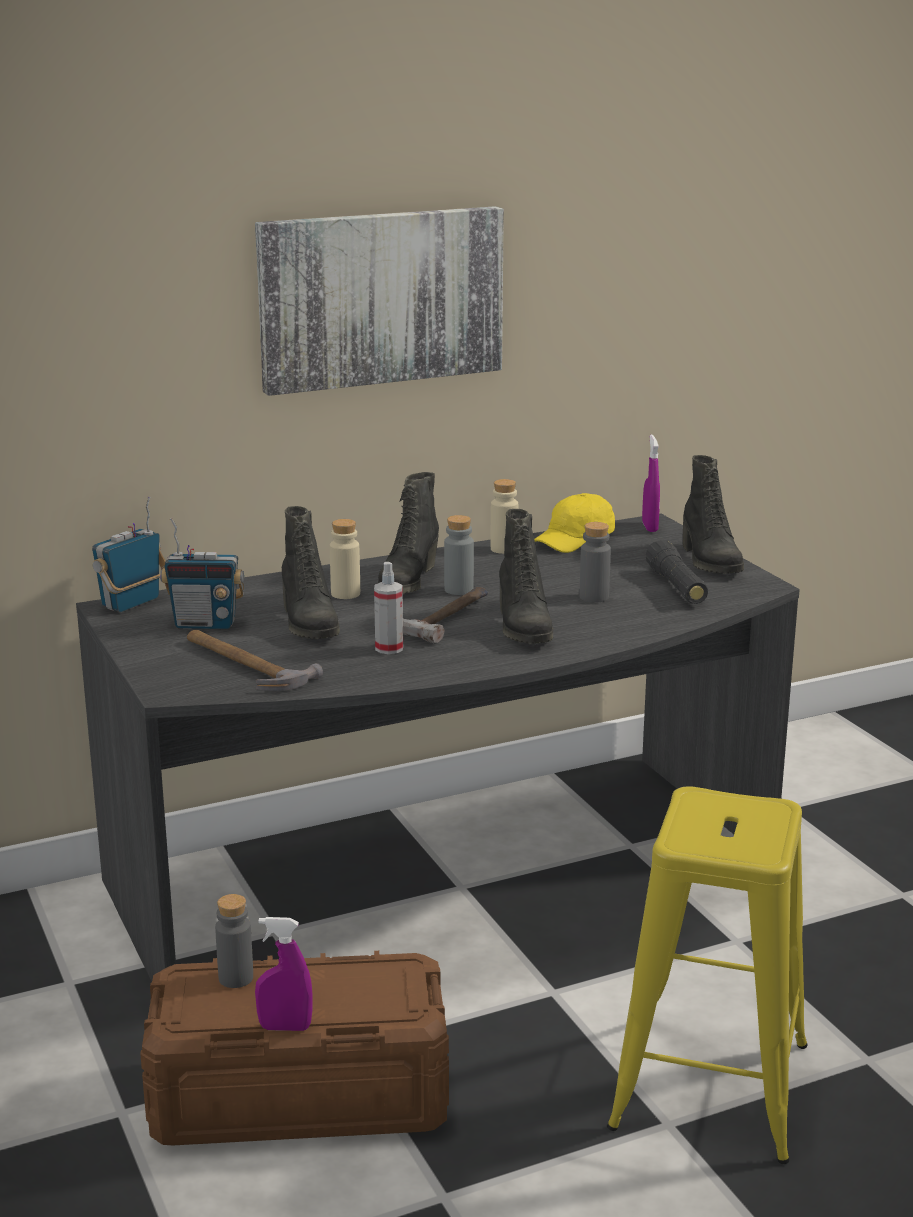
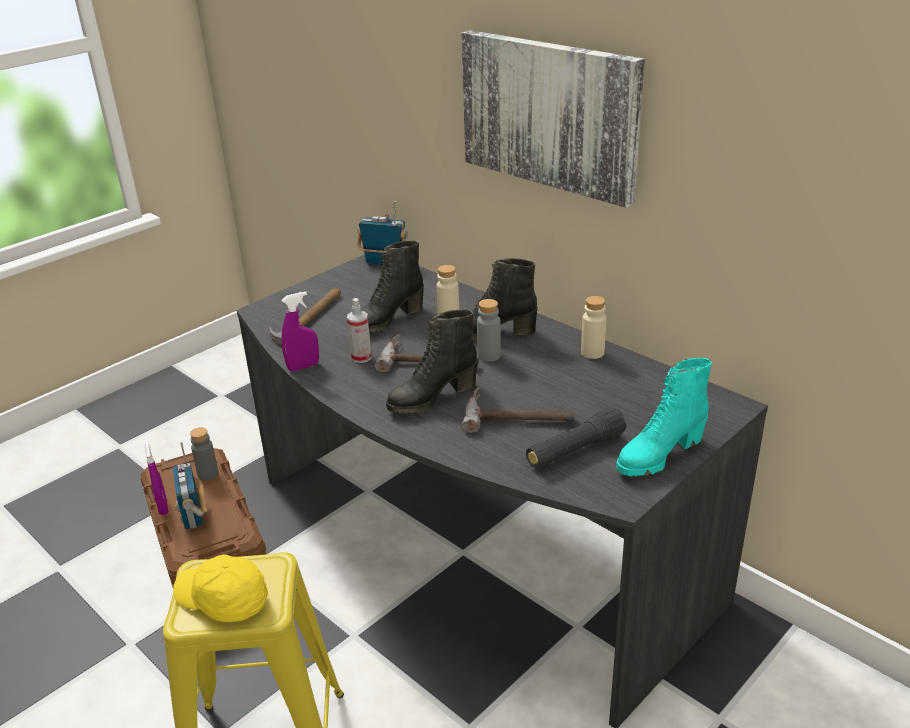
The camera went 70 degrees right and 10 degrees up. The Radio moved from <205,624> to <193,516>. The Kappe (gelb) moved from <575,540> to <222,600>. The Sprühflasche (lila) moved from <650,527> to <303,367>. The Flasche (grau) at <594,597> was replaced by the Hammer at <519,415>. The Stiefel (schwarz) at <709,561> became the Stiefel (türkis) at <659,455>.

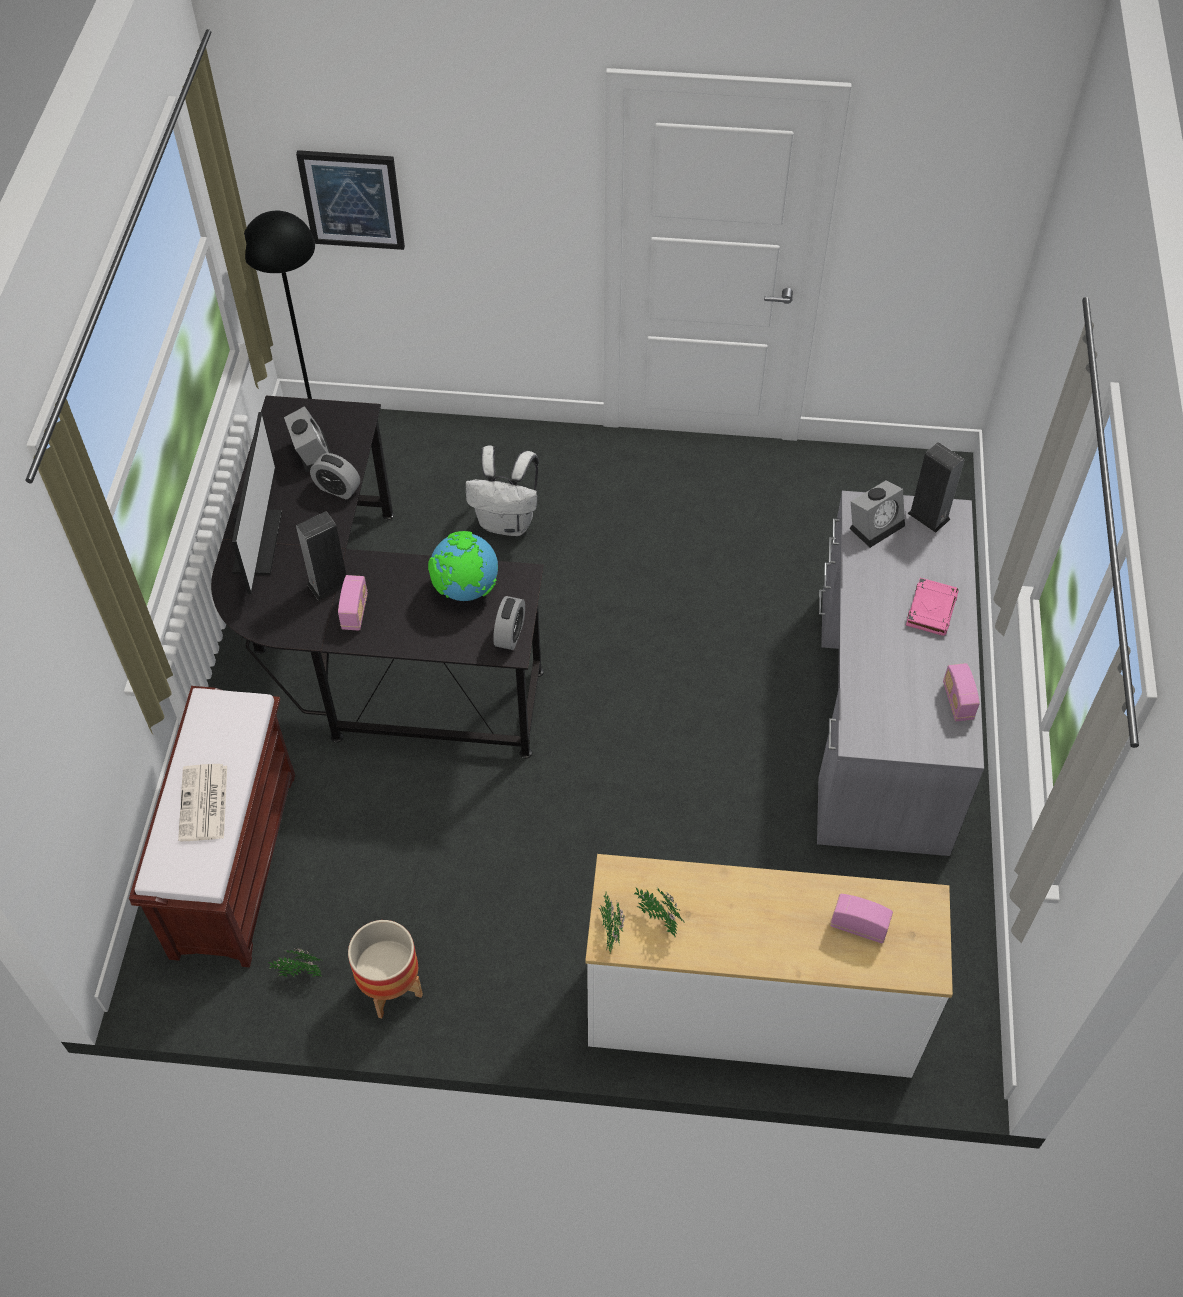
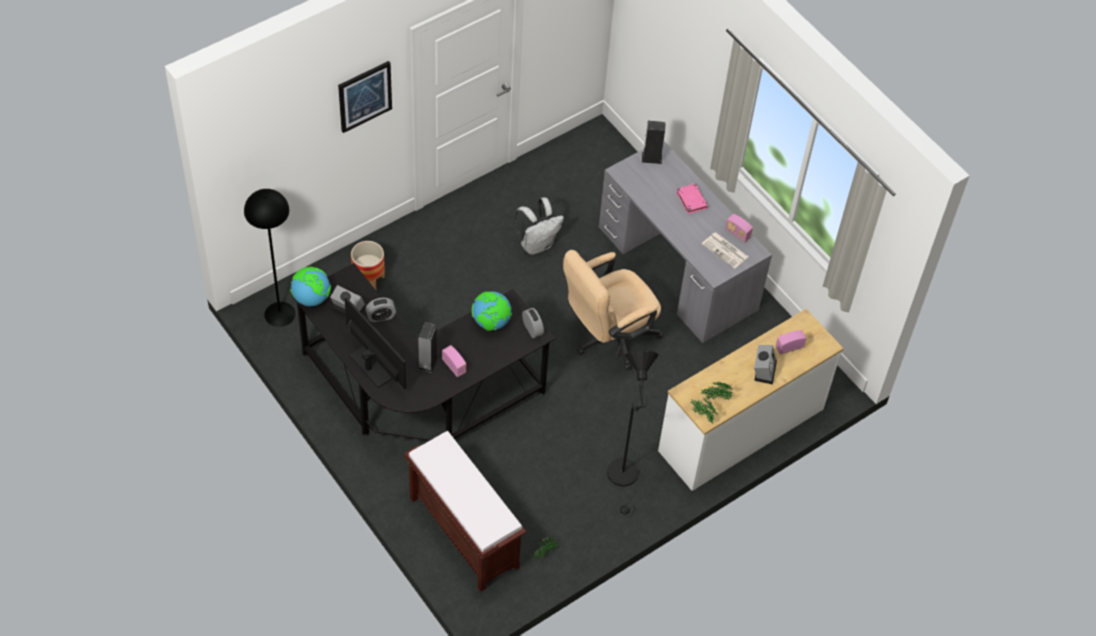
The camera went 45 degrees left and 0 degrees up. The Globus at <311,298> appeared. The Bürostuhl (beige) at <608,338> appeared. The Stehlampe (schwarz) at <624,478> appeared. The Zeitung moved from <204,804> to <725,251>. The Bild moved from <352,199> to <364,96>. The Pflanzkübel moved from <390,987> to <368,281>. The Rucksack (weiß) moved from <507,522> to <537,244>. The Wecker moved from <876,524> to <764,369>.

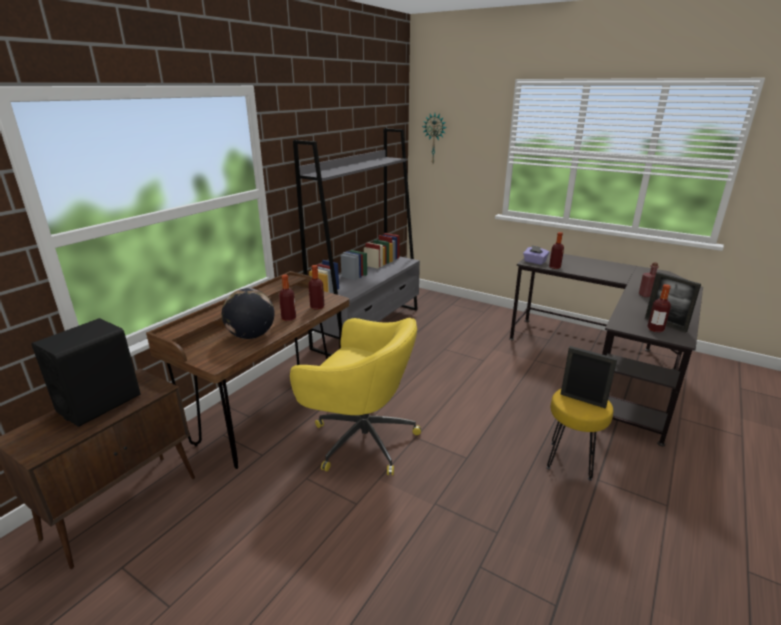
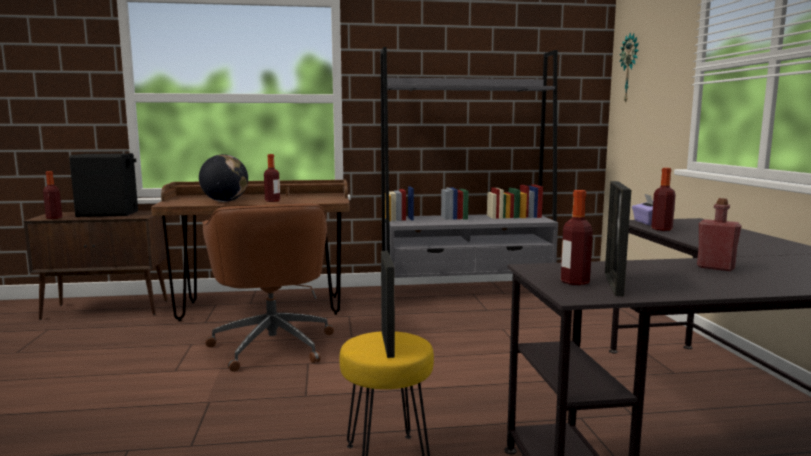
The camera went 50 degrees right and 15 degrees down. The Flasche moved from <317,307> to <54,218>. The Bürostuhl (gelb) at <361,439> became the Bürostuhl (braun) at <272,344>.

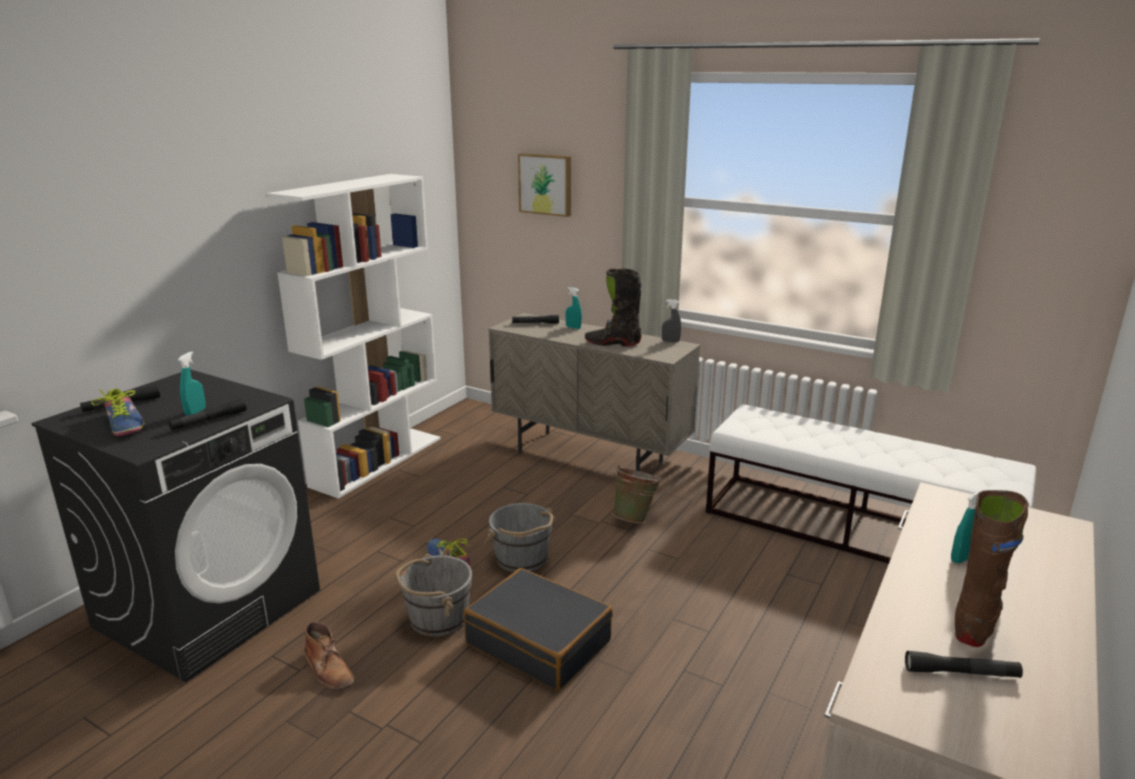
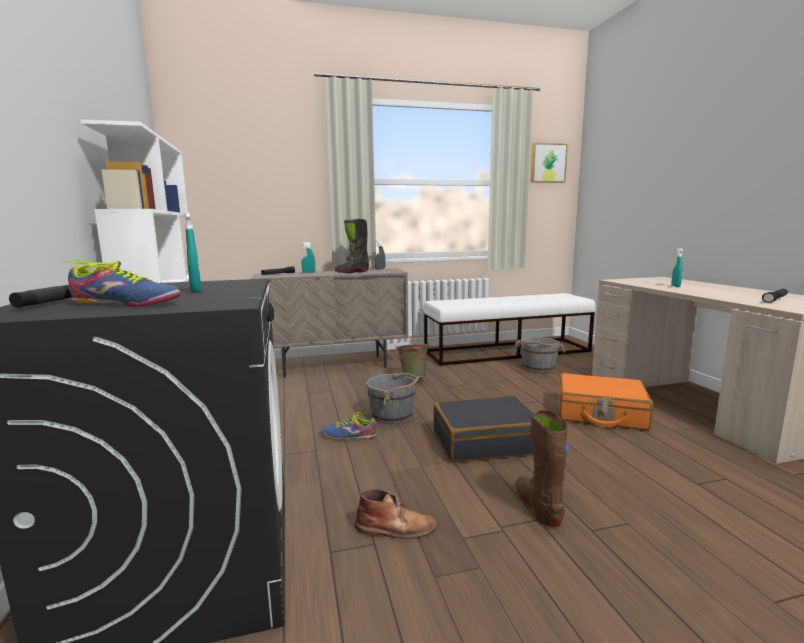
The camera went 45 degrees left and 10 degrees down. The Taschenlampe (schwarz) at <209,421> disappeared. The Koffer (orange) at <600,413> appeared. The Eimer (grau) moved from <437,618> to <538,368>. The Bild moved from <546,184> to <547,163>. The Stiefel (braun) moved from <976,620> to <538,506>.

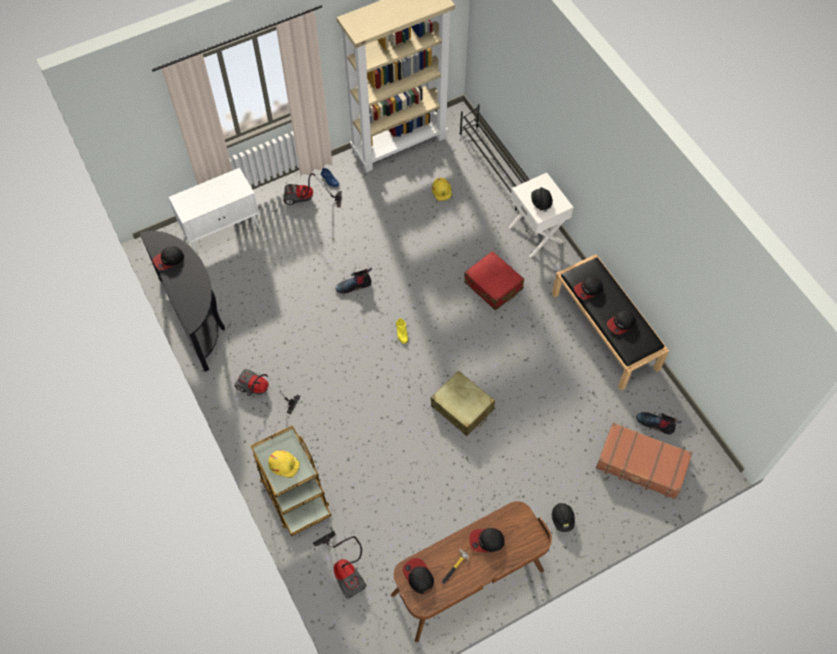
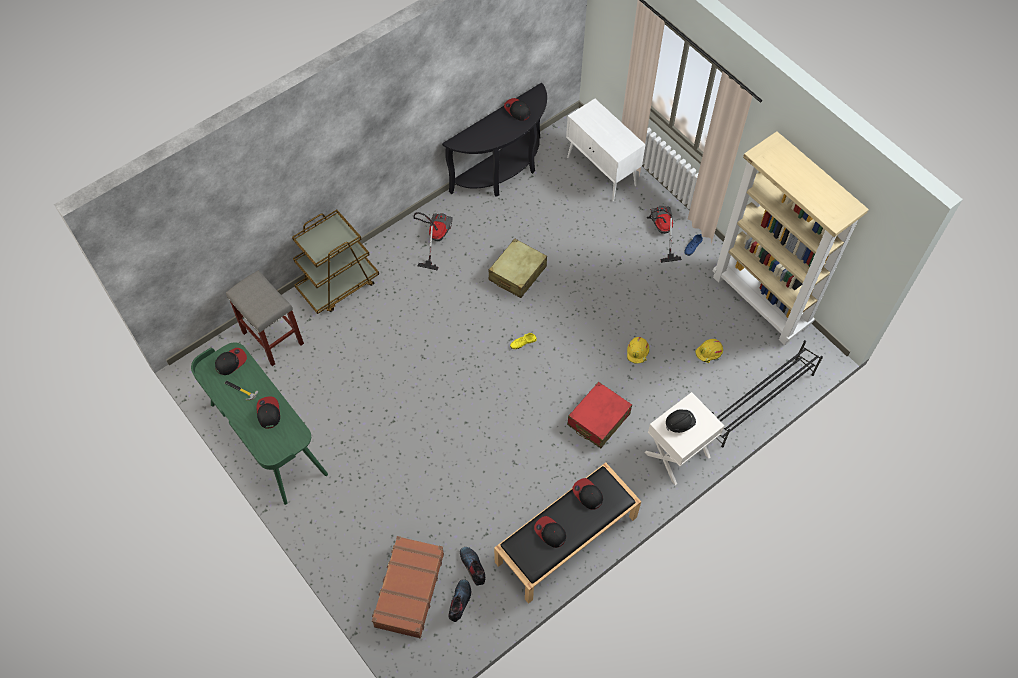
The camera went 80 degrees right and 0 degrees up. The Schutzhelm (schwarz) at <562,519> disappeared. The Schutzhelm (gelb) moved from <284,464> to <638,352>. The Stiefel moved from <354,285> to <473,567>. The Koffer (beige) moved from <462,407> to <517,273>. The Staubsauger at <345,570> was replaced by the Hocker (grau) at <272,338>. The Schreibtisch (braun) at <468,584> became the Schreibtisch (grün) at <267,439>.

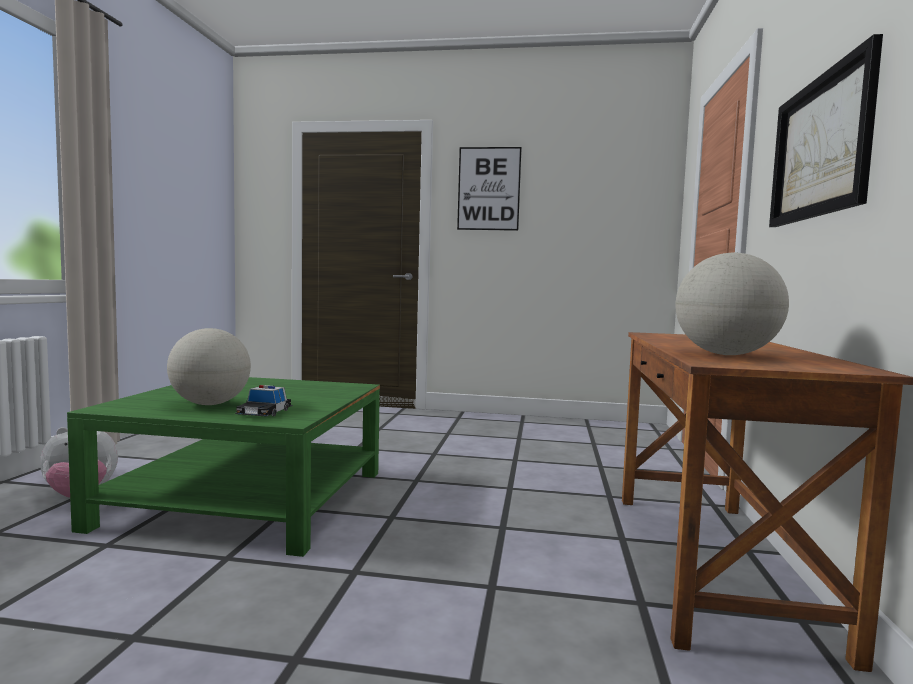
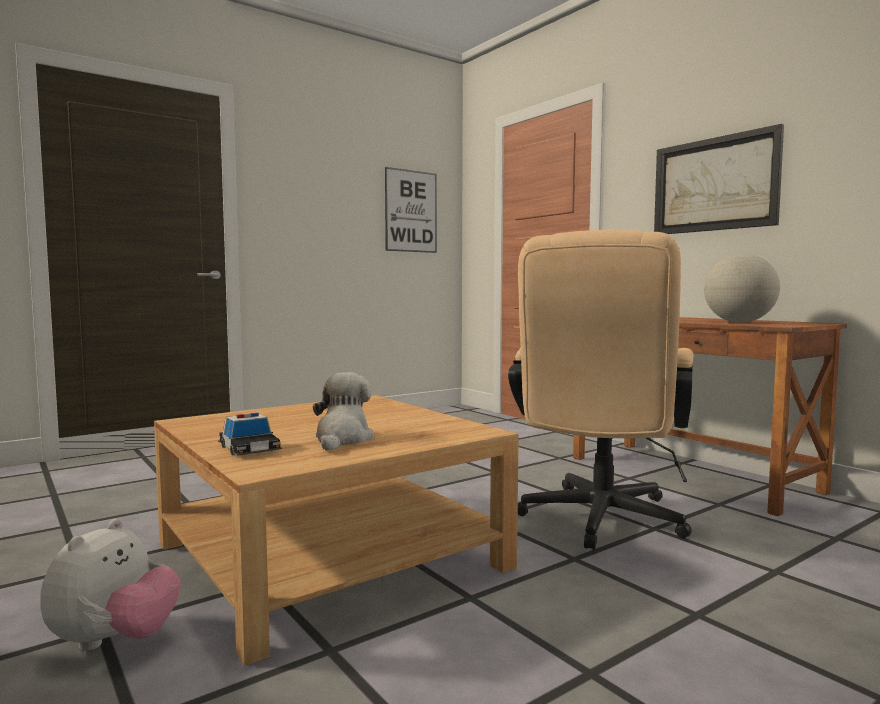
The camera went 45 degrees left and 0 degrees up. The Bürostuhl (beige) at <598,522> appeared. The Spielzeugauto moved from <264,412> to <249,448>. The Bild moved from <489,189> to <411,211>. The Globus at <210,404> was replaced by the Plüschtier at <342,439>. The Couchtisch (grün) at <247,498> became the Couchtisch (beige) at <330,555>.

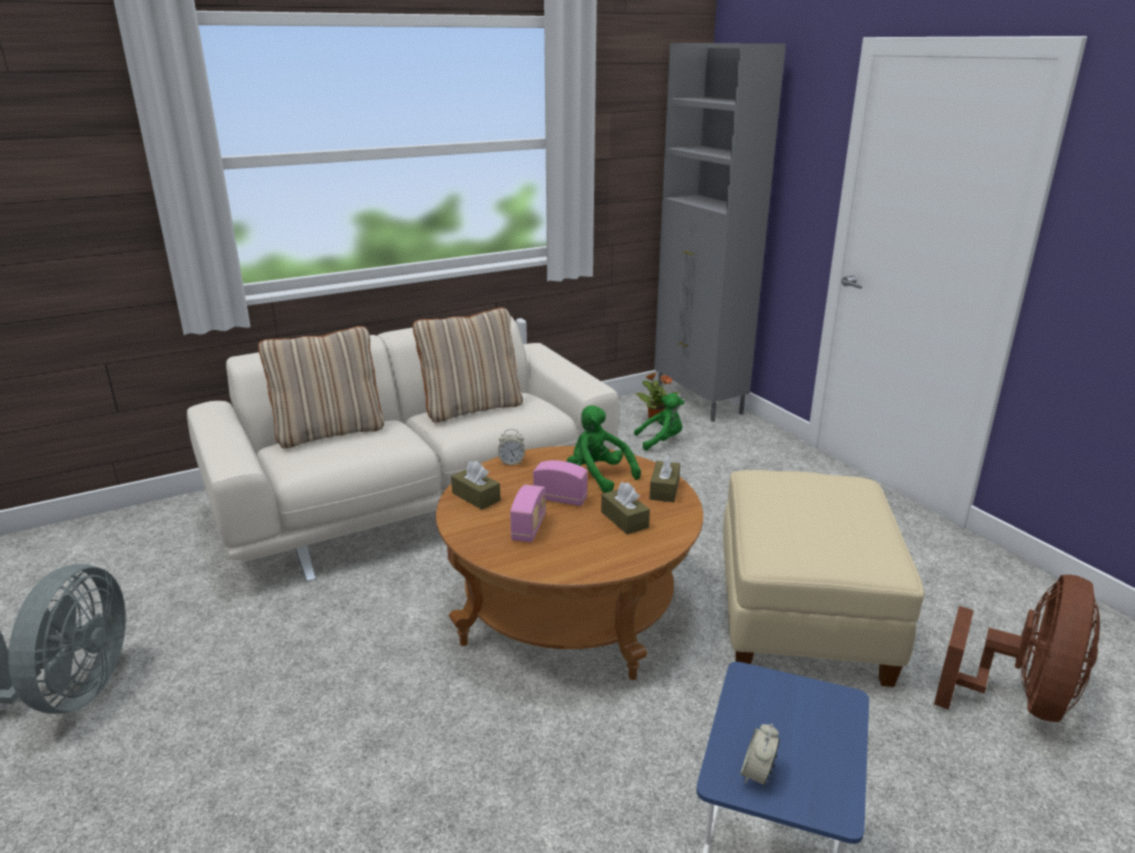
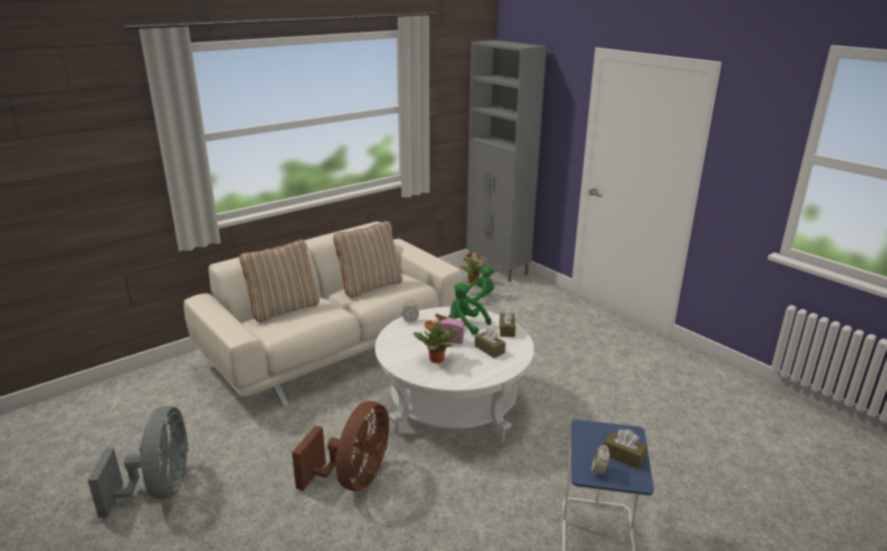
The camera went 10 degrees left and 0 degrees up. The Polsterhocker (beige) at <800,616> disappeared. The Taschentuchbox (braun) moved from <476,497> to <623,456>. The Ventilator (braun) moved from <1019,699> to <354,478>. The Radio at <529,528> was replaced by the Topfpflanze at <436,359>. The Couchtisch (braun) at <569,607> became the Couchtisch (weiß) at <453,405>.

